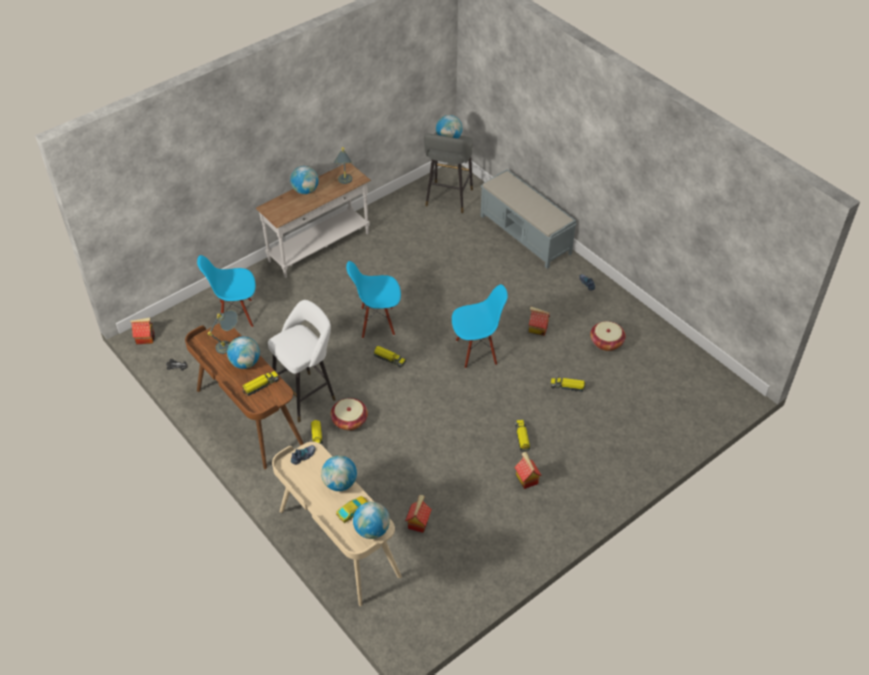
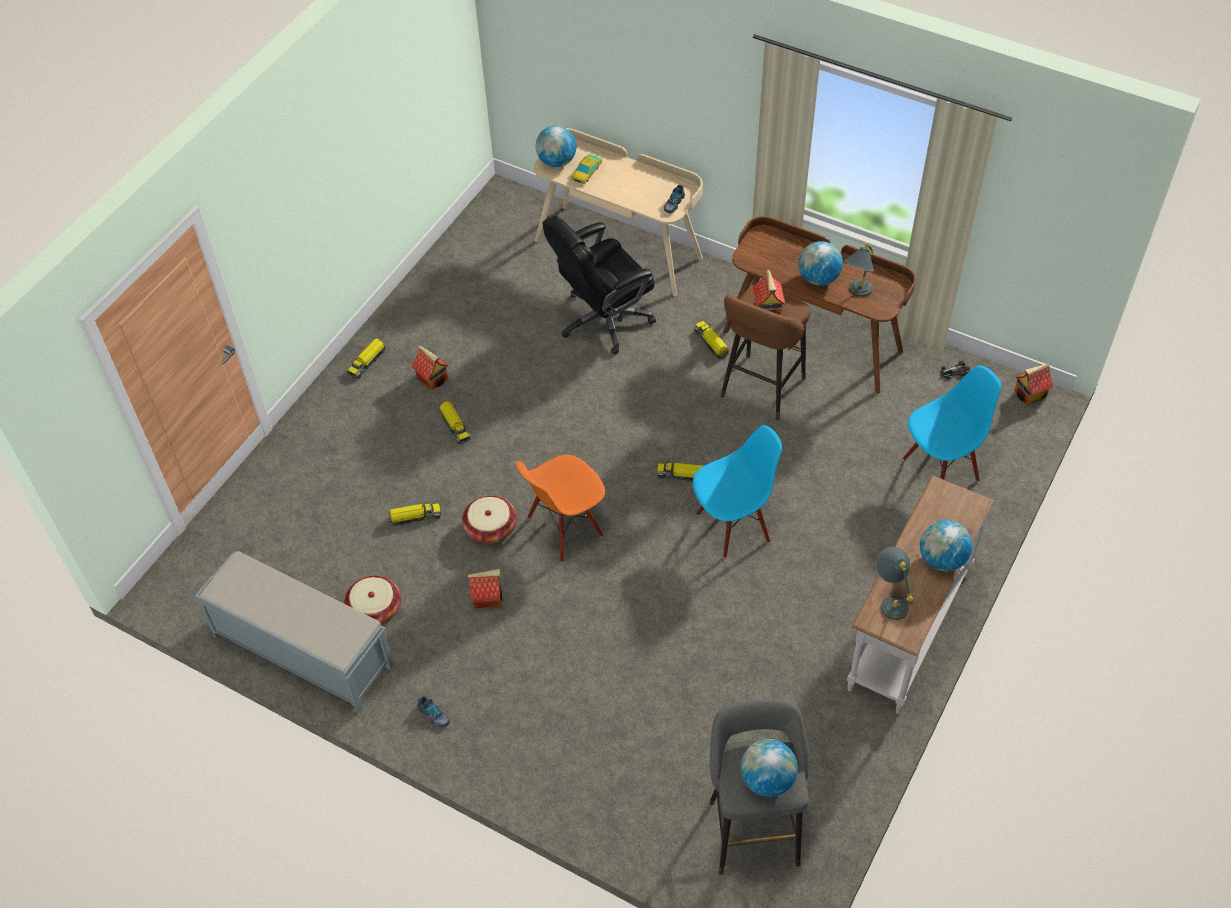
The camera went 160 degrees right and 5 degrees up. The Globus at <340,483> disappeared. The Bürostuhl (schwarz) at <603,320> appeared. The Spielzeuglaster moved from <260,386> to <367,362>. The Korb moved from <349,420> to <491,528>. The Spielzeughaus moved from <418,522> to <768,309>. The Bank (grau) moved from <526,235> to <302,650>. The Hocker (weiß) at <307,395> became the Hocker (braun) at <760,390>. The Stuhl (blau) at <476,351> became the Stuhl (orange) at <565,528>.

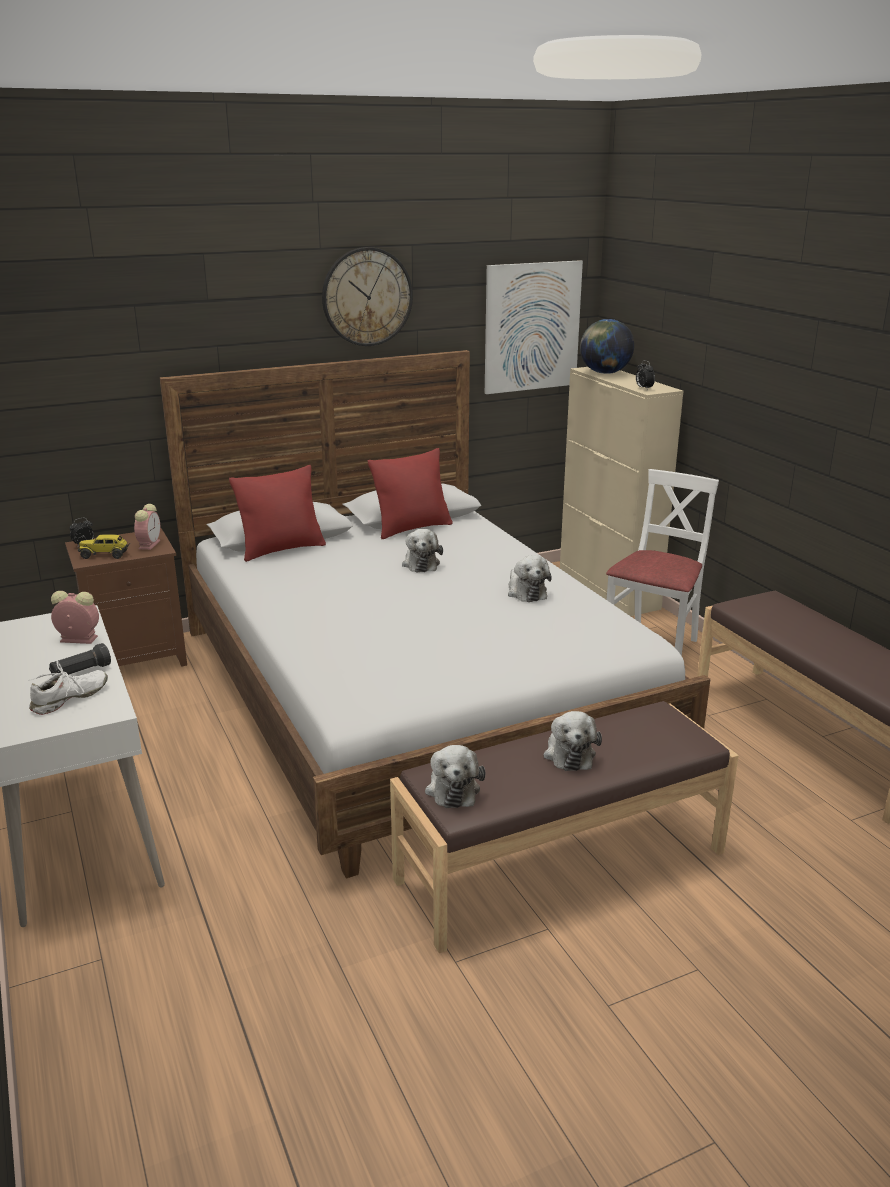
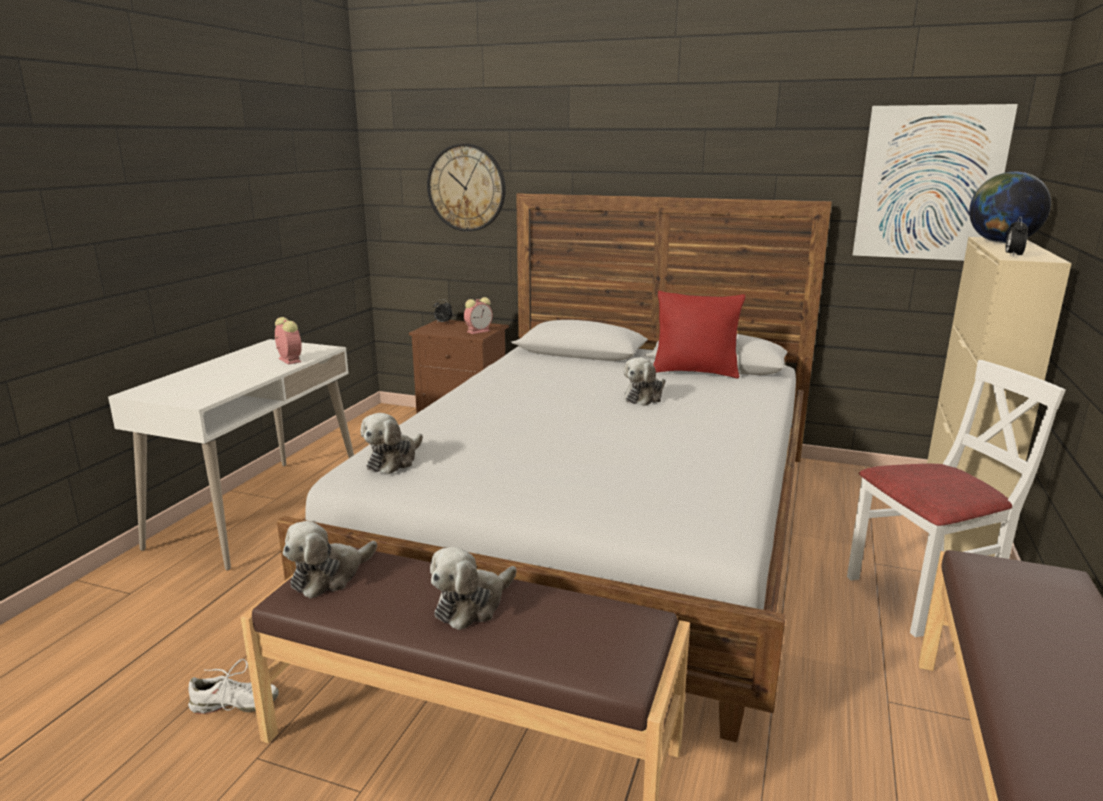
The camera went 45 degrees right and 5 degrees down. The Taschenlampe (schwarz) at <81,672> disappeared. The Spielzeuglaster at <105,555> disappeared. The Kissen (rot) at <281,549> disappeared. The Schuh (weiß) moved from <70,699> to <234,705>. The Wanduhr moved from <367,297> to <466,188>. The Plüschtier moved from <526,592> to <393,460>.

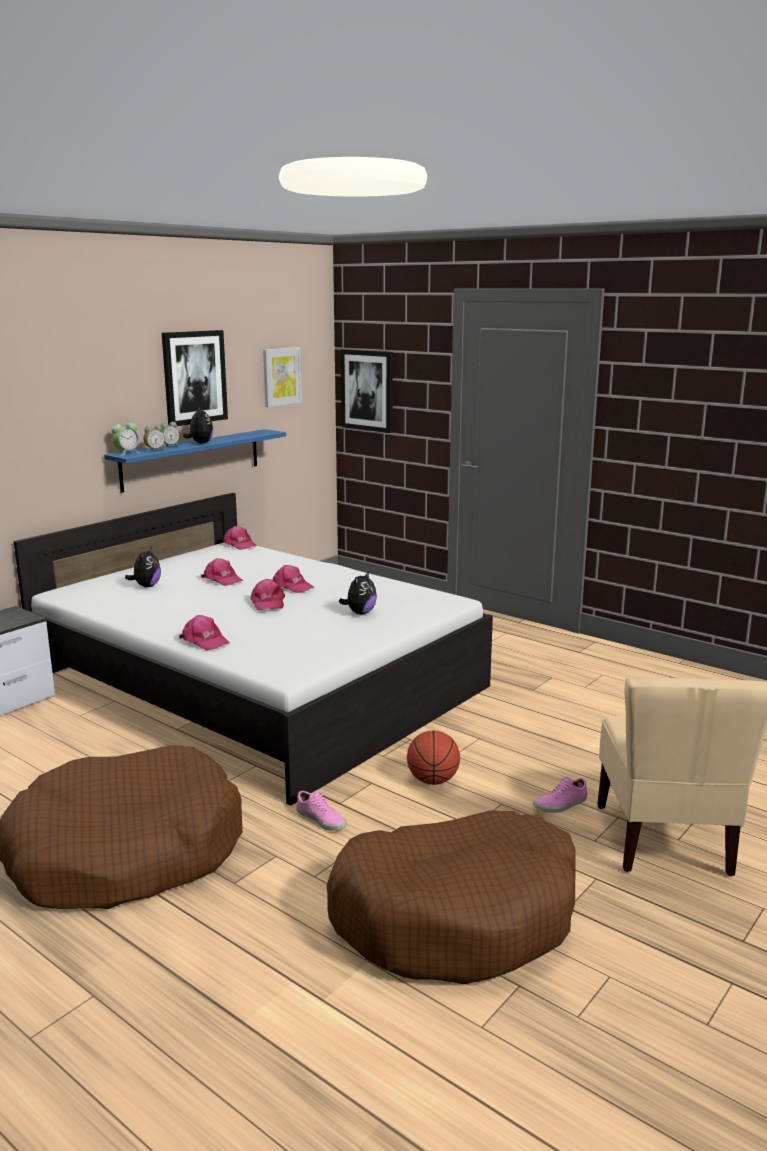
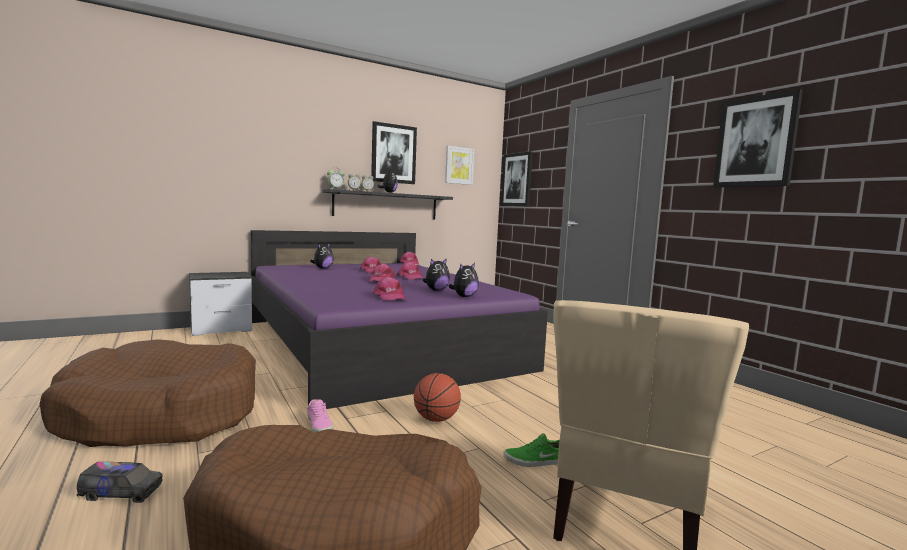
The camera went 20 degrees right and 10 degrees down. The Spielzeuglaster at <121,493> appeared. The Plüschtier at <464,296> appeared. The Bild at <755,142> appeared. The Kappe (rosa) moved from <205,641> to <389,297>. The Bett (weiß) at <257,683> became the Bett (lila) at <378,343>. The Wandregal (blau) at <192,459> became the Wandregal (schwarz) at <386,205>. The Schuh (rosa) at <561,804> became the Schuh (grün) at <534,461>.

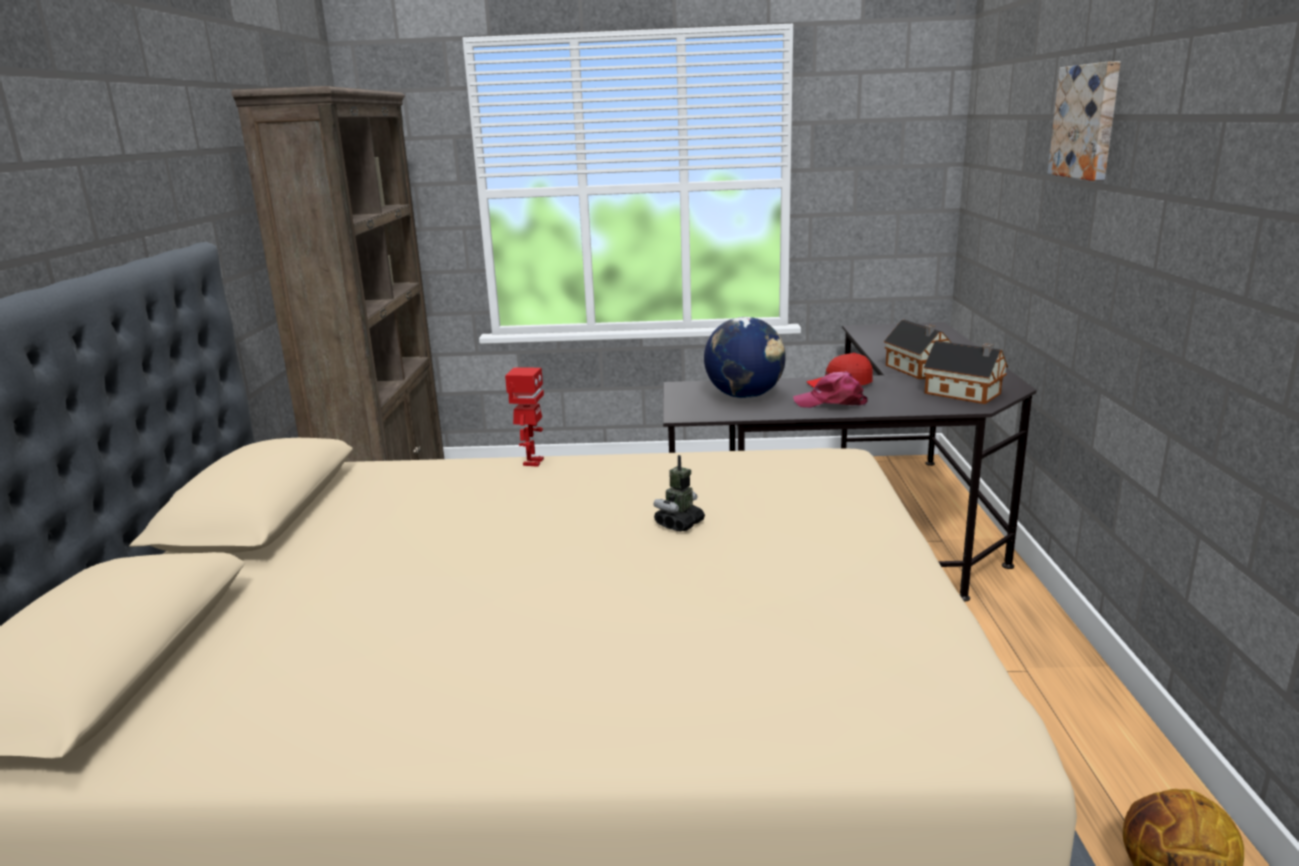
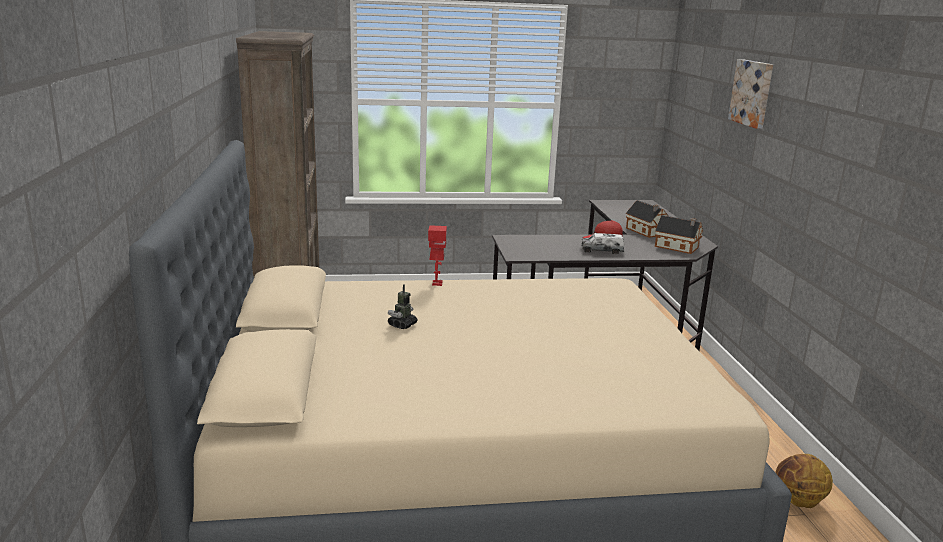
The camera went 10 degrees left and 0 degrees up. The Globus at <745,396> disappeared. The Spielzeugroboter moved from <679,524> to <402,325>. The Kappe (rosa) at <831,402> was replaced by the Spielzeuglaster at <601,250>.

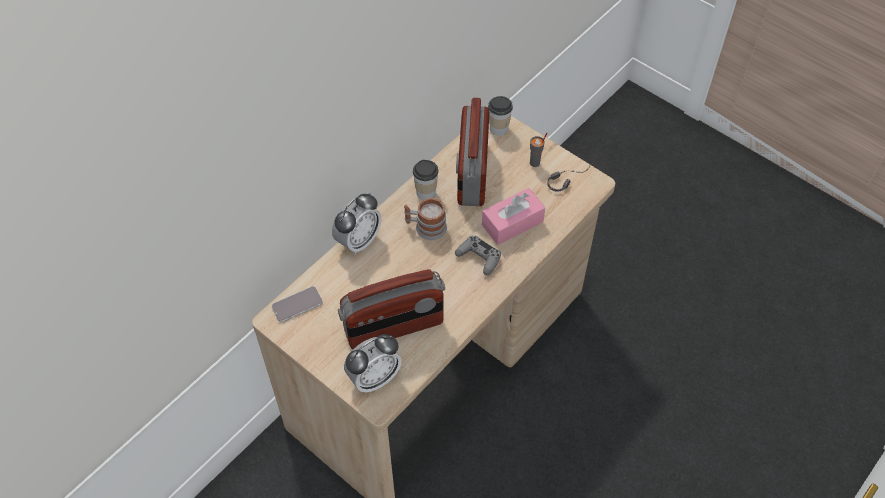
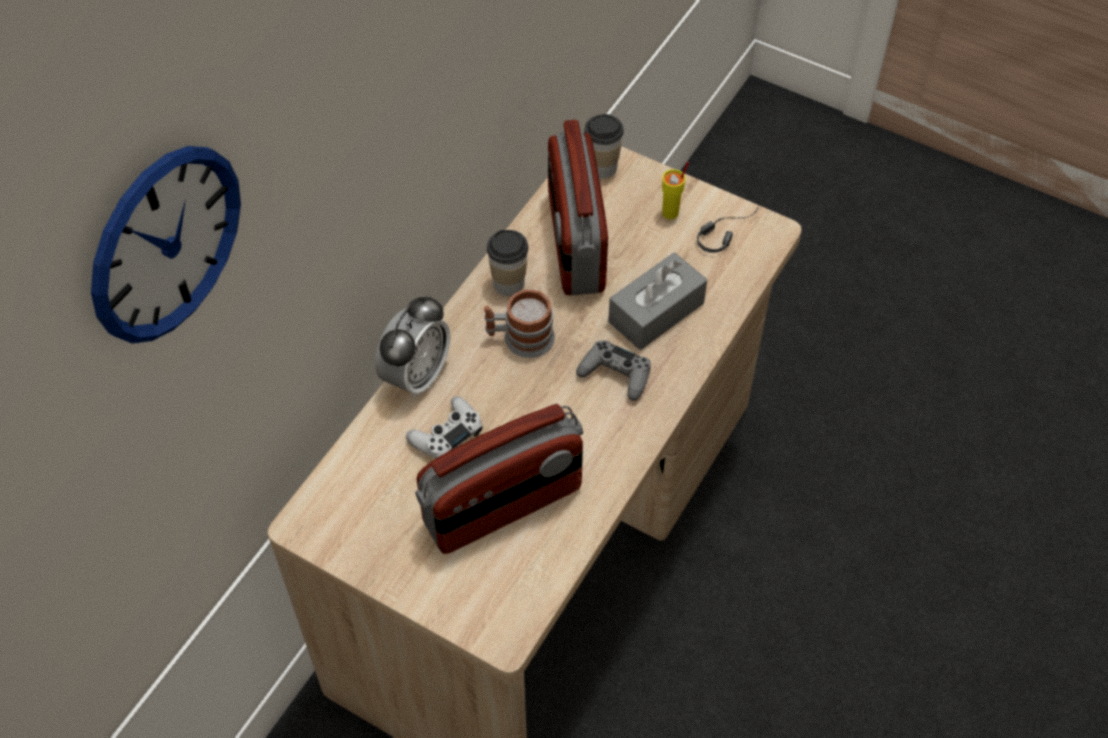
The camera went 10 degrees left and 0 degrees up. The Handy at <297,305> disappeared. The Wecker at <374,378> disappeared. The Wanduhr at <166,244> appeared. The Gamepad (weiß) at <447,434> appeared. The Taschentuchbox (rosa) at <512,223> became the Taschentuchbox (grau) at <656,312>. The Tasse (grau) at <535,163> became the Tasse (gelb) at <671,213>.

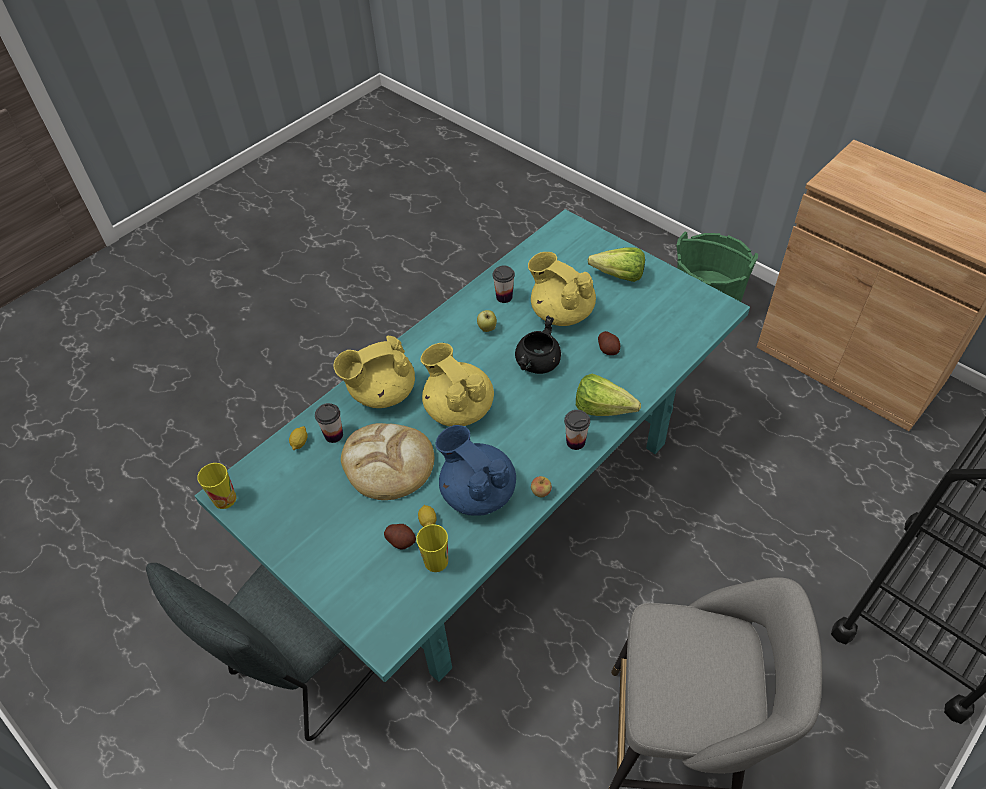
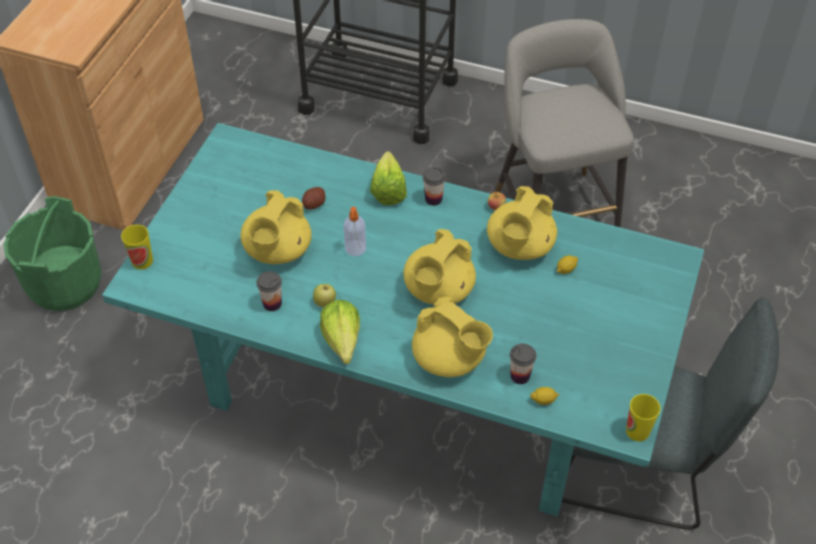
The camera went 115 degrees left and 0 degrees up. The Brot at <388,463> disappeared. The Kartoffel at <401,541> disappeared. The Tasse moved from <436,561> to <142,261>. The Salatkopf moved from <614,275> to <341,346>. The Kochtopf (schwarz) at <538,364> was replaced by the Seifenspender at <355,249>. The Teekanne (blau) at <477,492> became the Teekanne (gelb) at <519,247>.

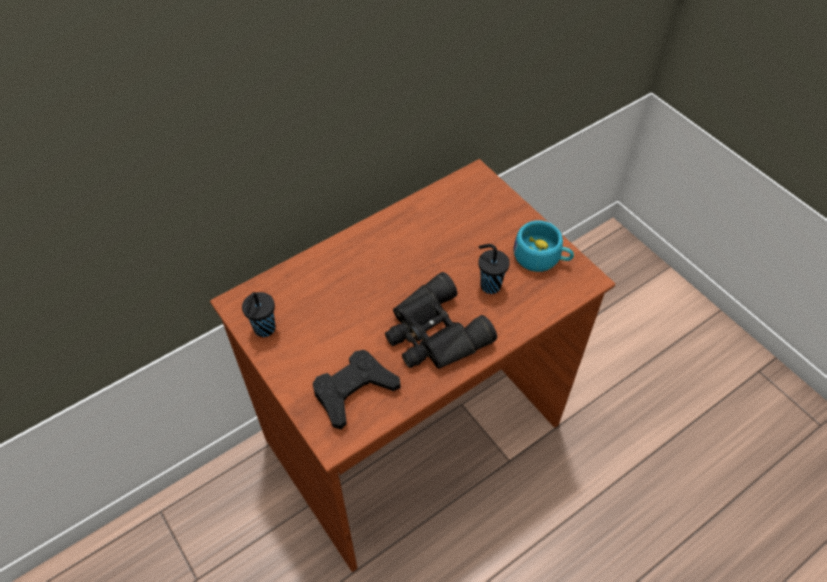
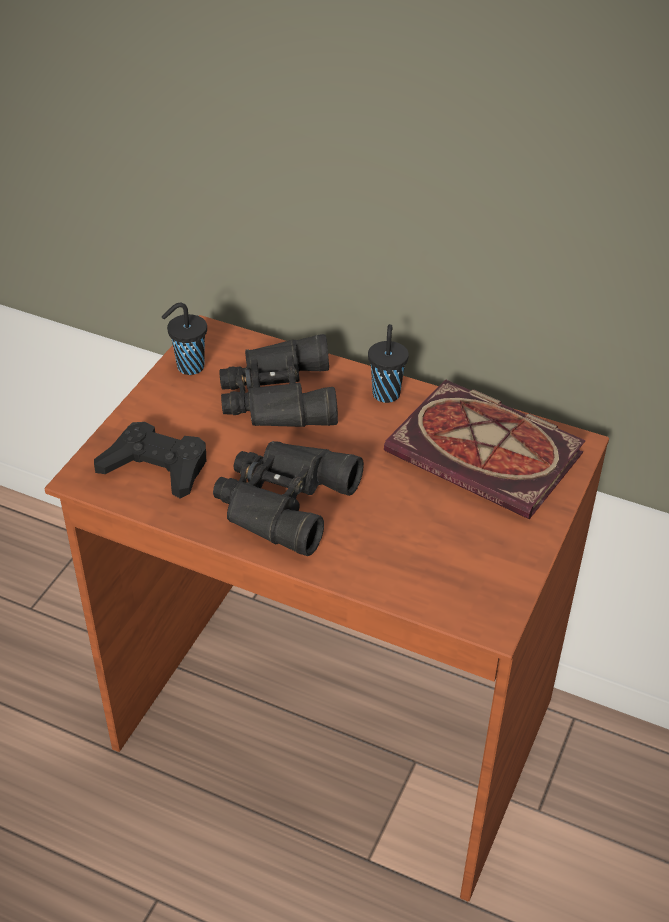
The camera went 60 degrees right and 10 degrees down. The Tasse (türkis) at <542,257> disappeared. The Fernglas (schwarz) at <276,397> appeared. The Buch at <489,454> appeared. The Tasse (schwarz) moved from <489,285> to <386,393>.

